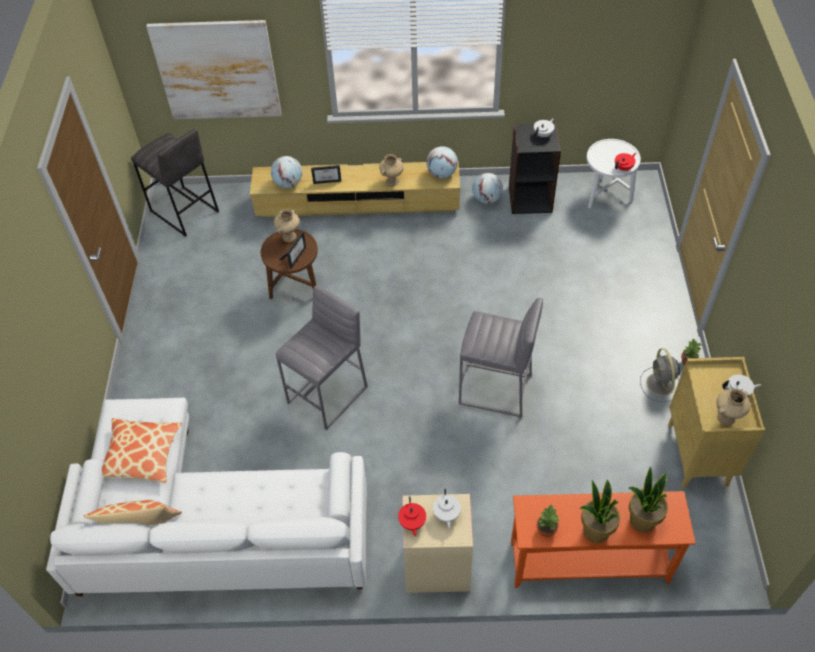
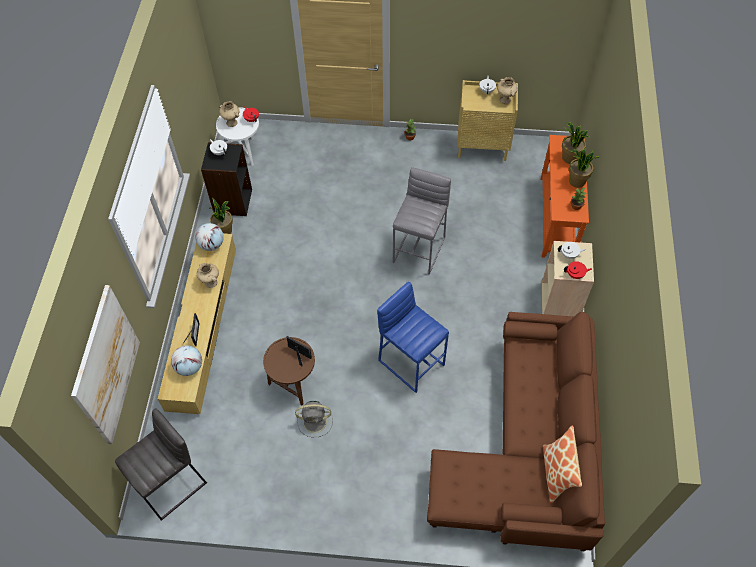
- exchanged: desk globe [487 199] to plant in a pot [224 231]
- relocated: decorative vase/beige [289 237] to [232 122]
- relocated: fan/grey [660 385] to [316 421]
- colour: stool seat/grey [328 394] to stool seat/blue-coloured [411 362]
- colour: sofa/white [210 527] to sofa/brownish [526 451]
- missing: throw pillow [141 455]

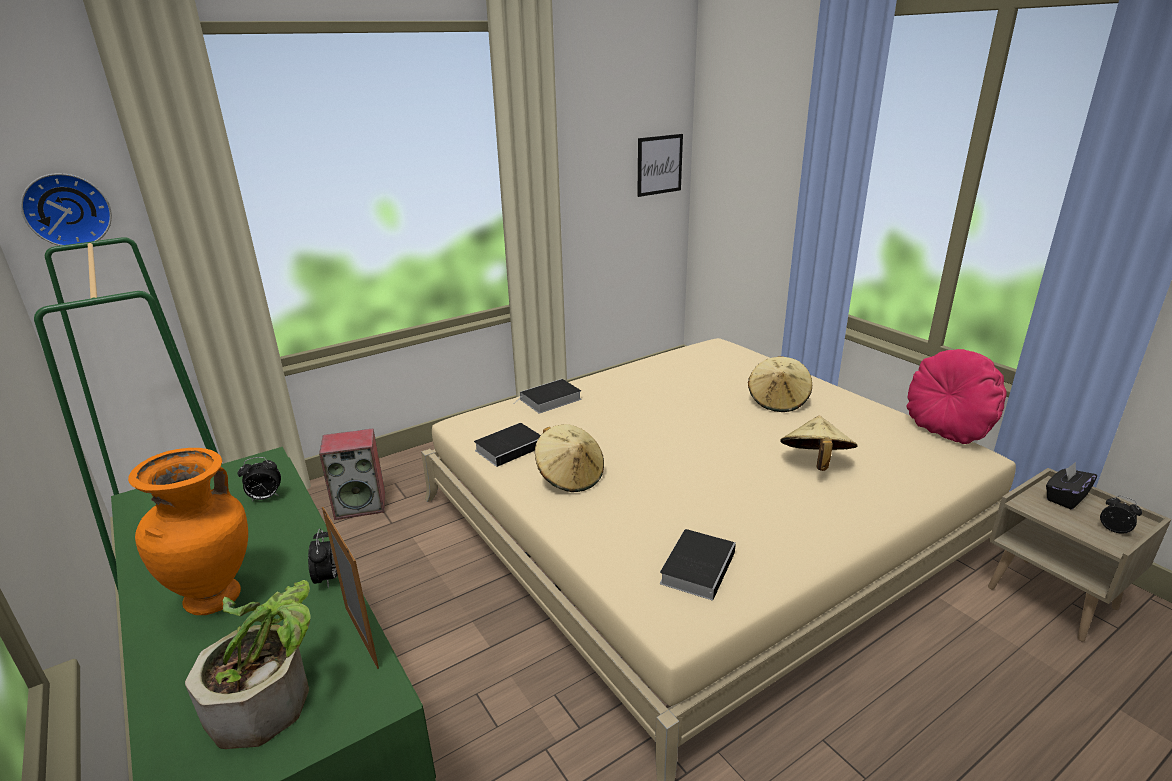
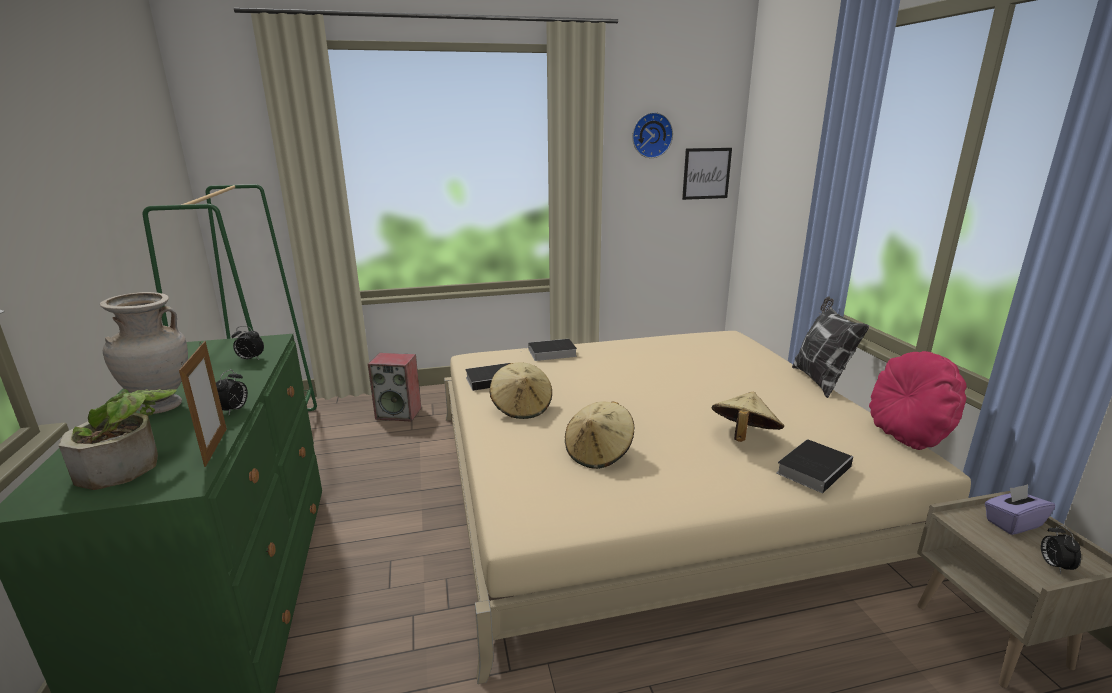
- colour: decorative vase/orange-coloured [216 599] to decorative vase/beige [162 407]
- relocated: hat/beige [778 401] to [599 453]
- relocated: hanging clock [67 210] to [651 135]
- relocated: volume [698 566] to [814 468]
- appeared: throw pillow [820 381]
- colour: box of tissues/black [1065 498] to box of tissues/purple-coloured [1012 523]
- spun: bedside clock [1114 530] = [1053 565] 150 degrees counterclockwise

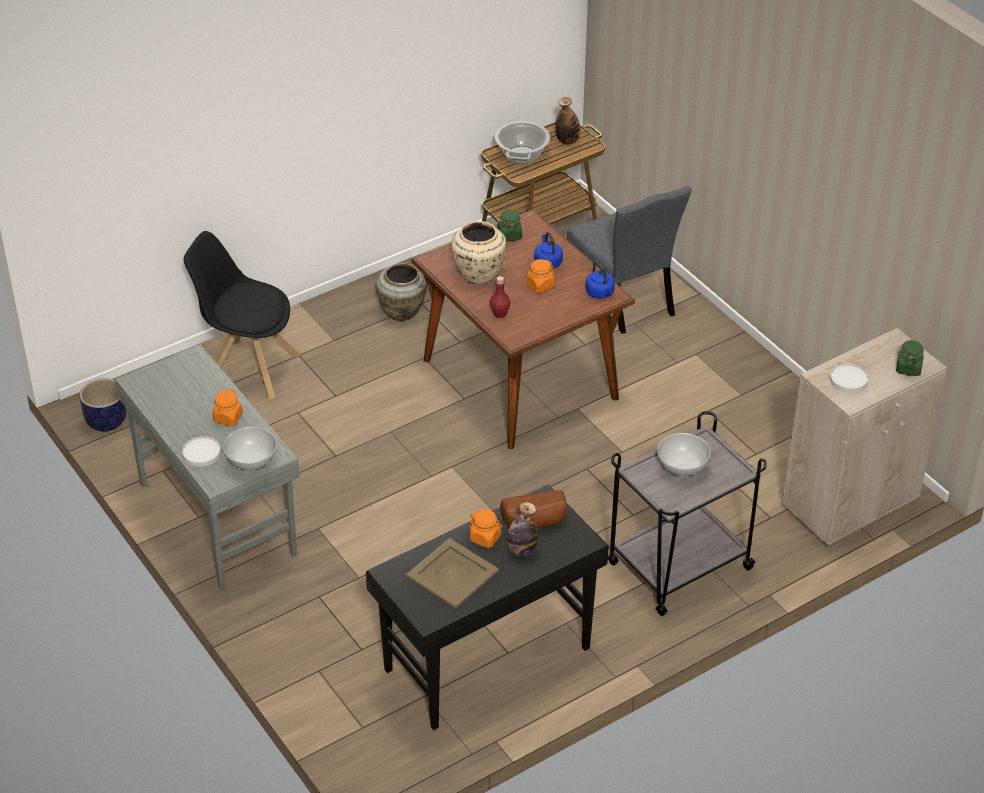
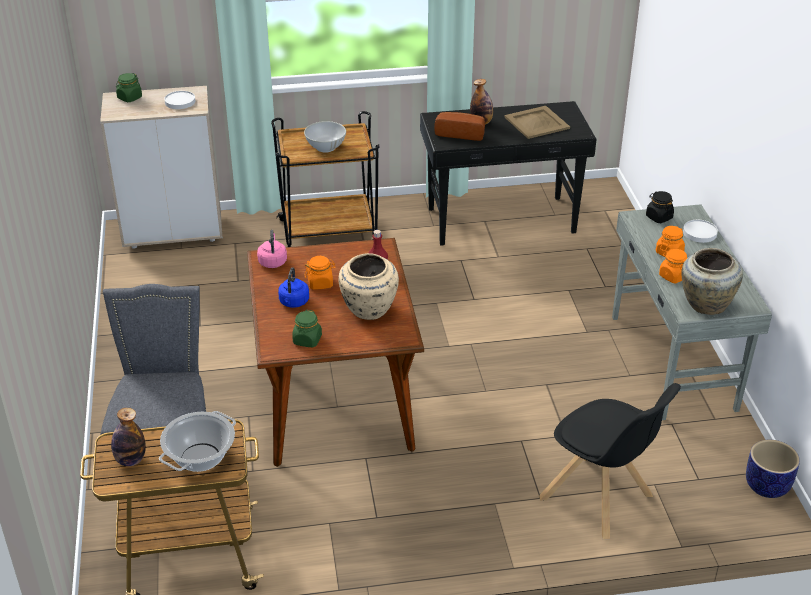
- colour: tea kettle/blue-coloured [600 293] to tea kettle/pink-coloured [272 261]
- colour: trolley/grey [678 567] to trolley/brownish [329 234]
- exchanged: serving bowl/white [251 462] to jar/black [658 217]
- relocated: jar/orange-coloured [485 538] to [673 276]
- relocated: decorative vase/beige [402 311] to [705 304]

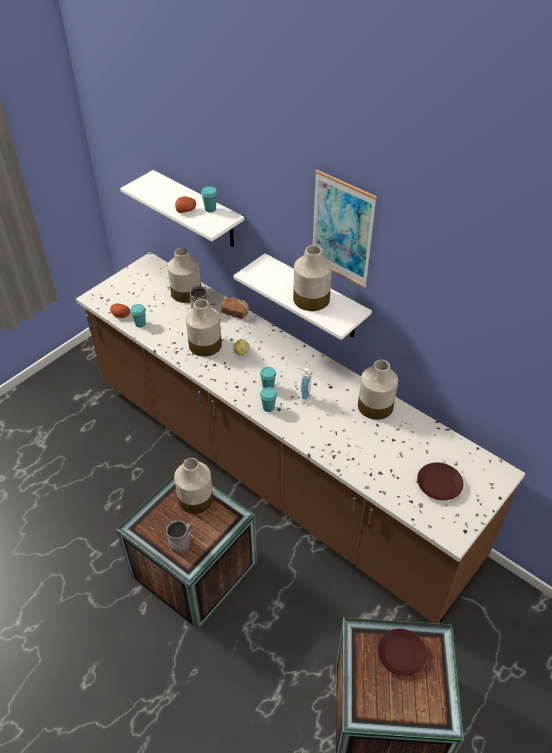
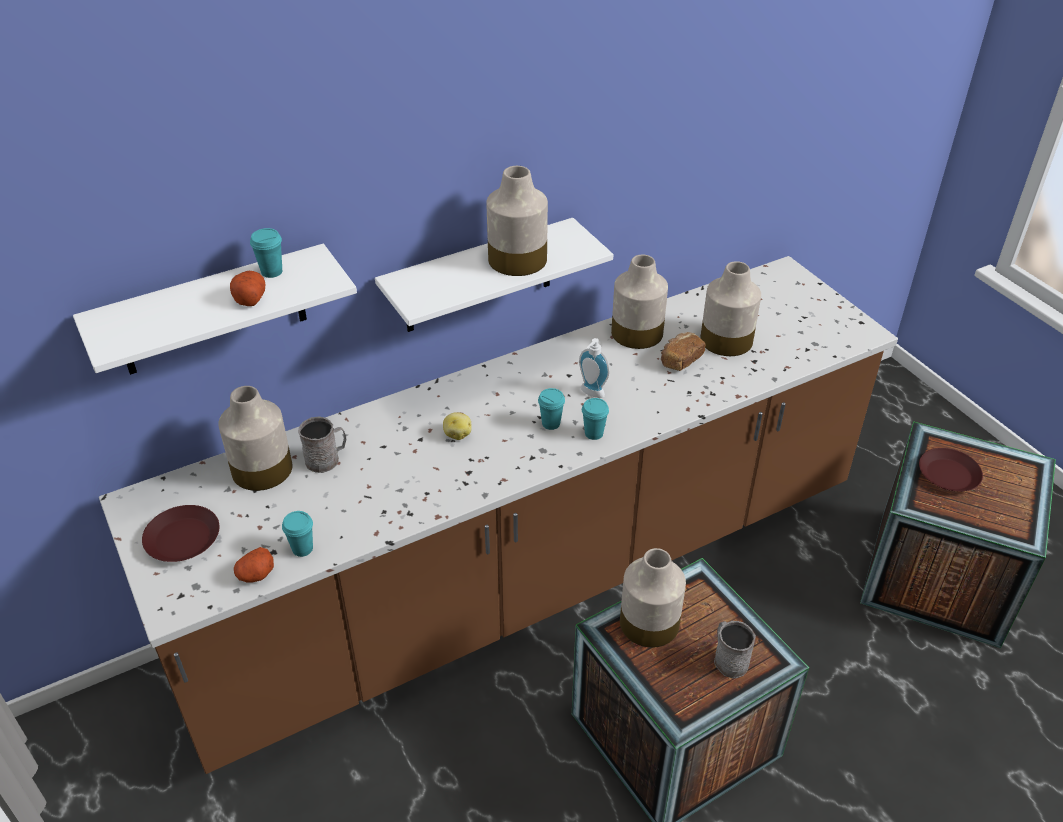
- relocated: plate/brownish [438 484] to [182 539]
- relocated: bakery bread [235 312] to [680 360]
- relocated: decorative vase/beige [205 344] to [725 340]
- missing: wall picture [342 230]

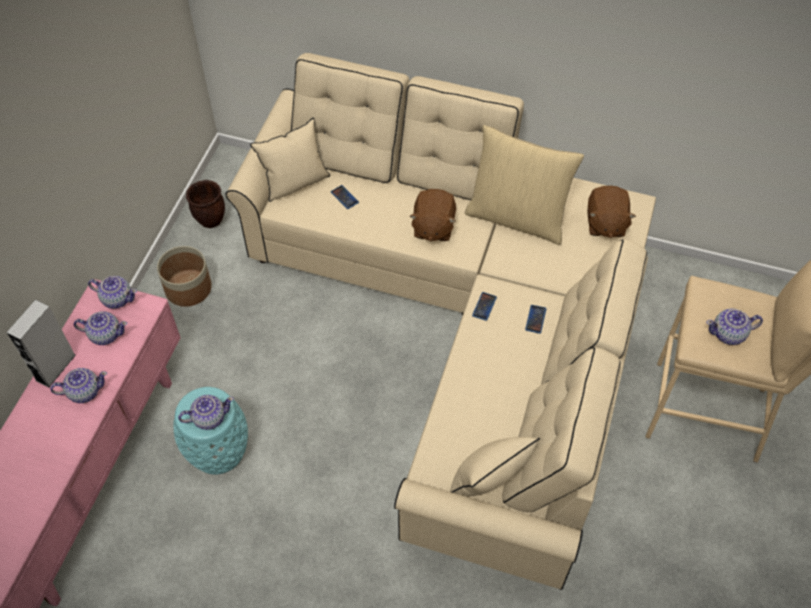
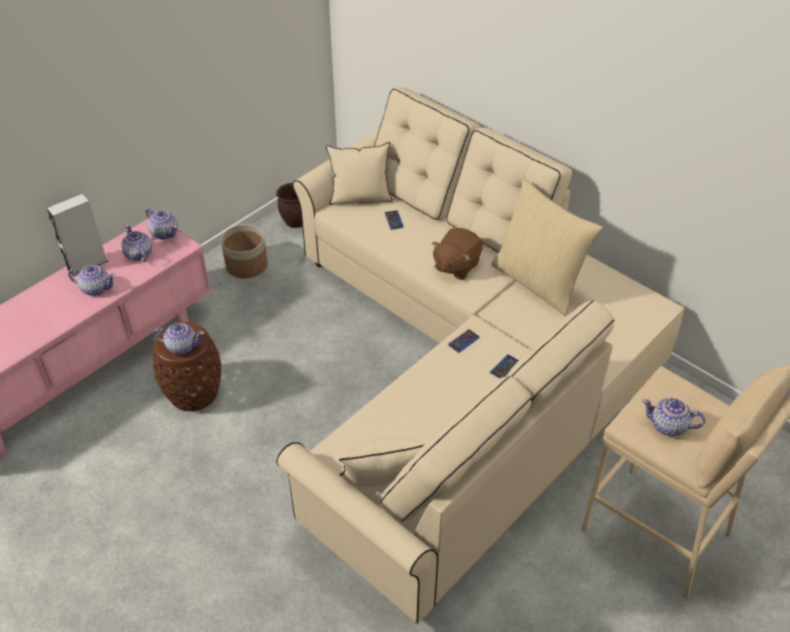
- spun: pot for tea [105 334] = [138 254] 150 degrees counterclockwise
- colour: stool seat/turquoise [218 450] to stool seat/brownish [193 392]
- missing: soft toy/brownish [605 223]

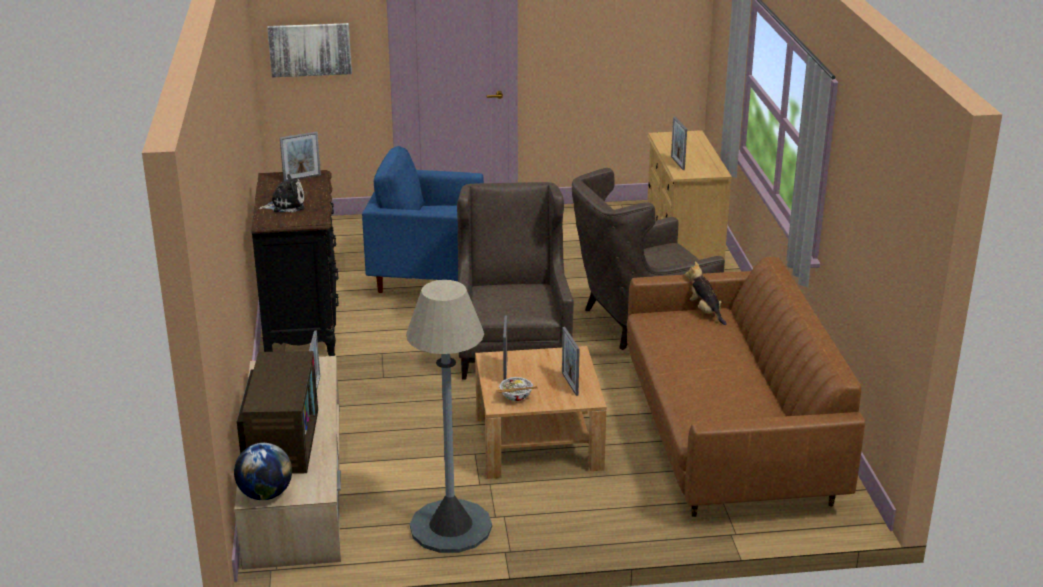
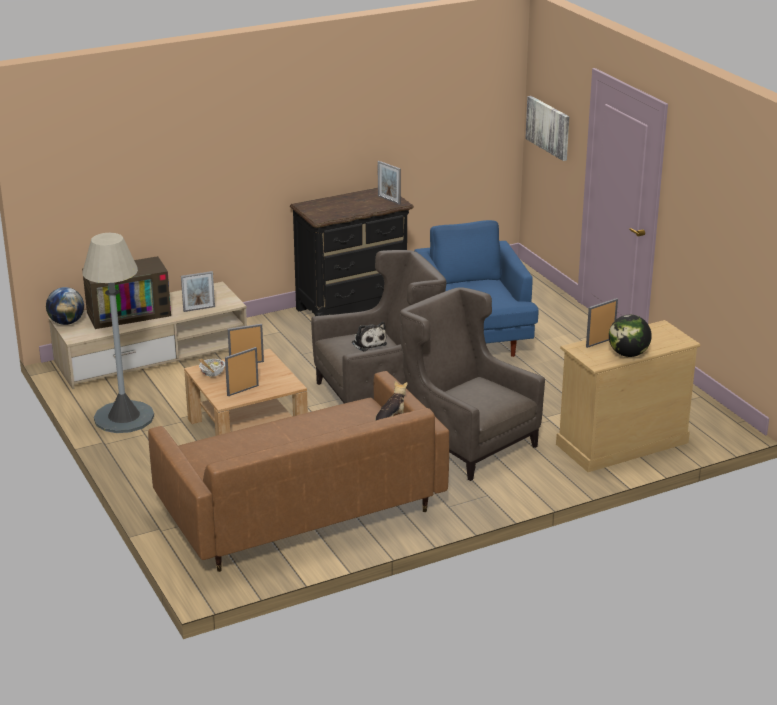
- relocated: soft toy [285 205] to [368 343]
- appeared: desk globe [628 354]

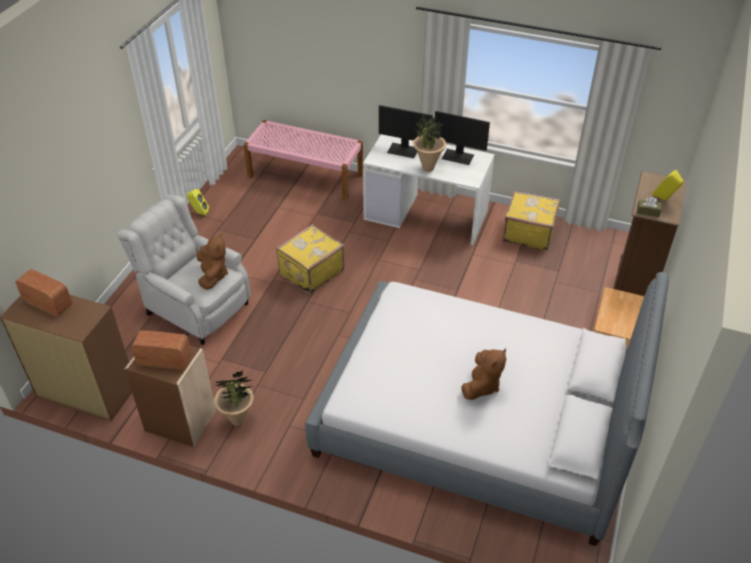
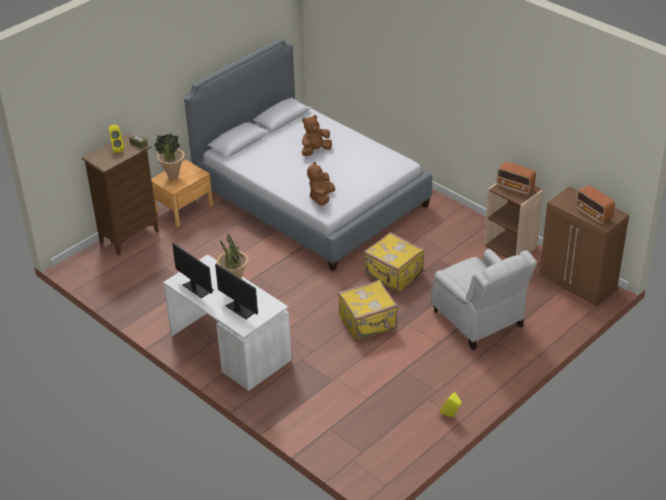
- relocated: plant in a pot [238 421] to [173 177]
- relocated: soft toy/brownish [213 276] to [321 198]
- relocated: piece of luggage/yellow-coloured [528 233] to [393 275]
- missing: indoor bench/pink-coloured [305 175]

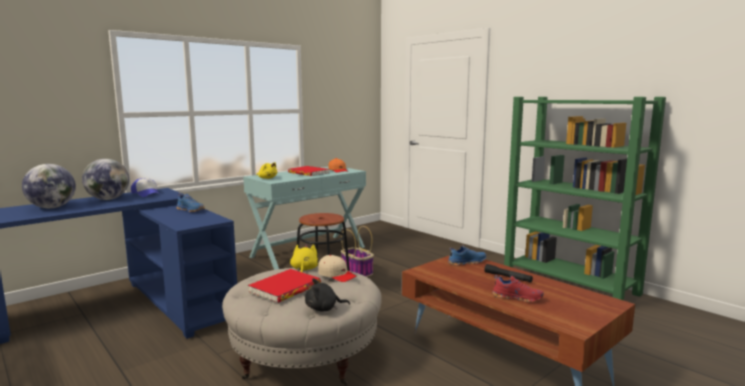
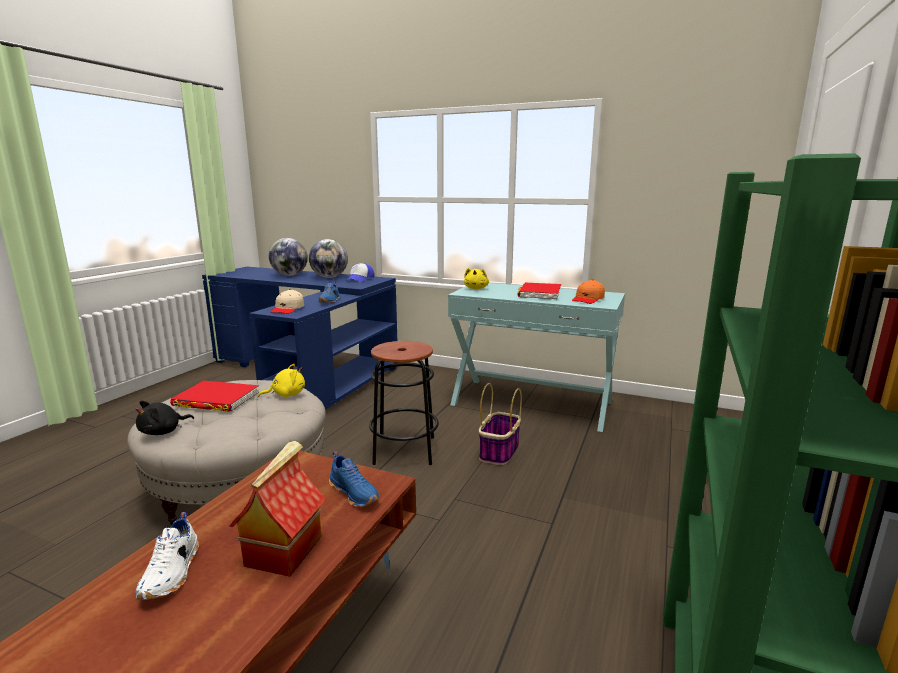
- spun: soft toy/black [324 309] = [163 432] 105 degrees counterclockwise
- colour: shoe/red-coloured [517 297] to shoe/white [173 573]
- exchanged: flashlight/black [507 277] to toy house [283 549]
- relocated: peaked cap/beige [336 275] to [287 309]

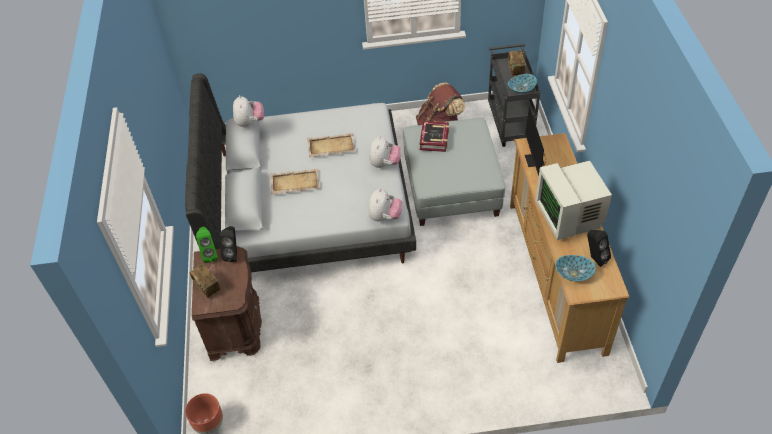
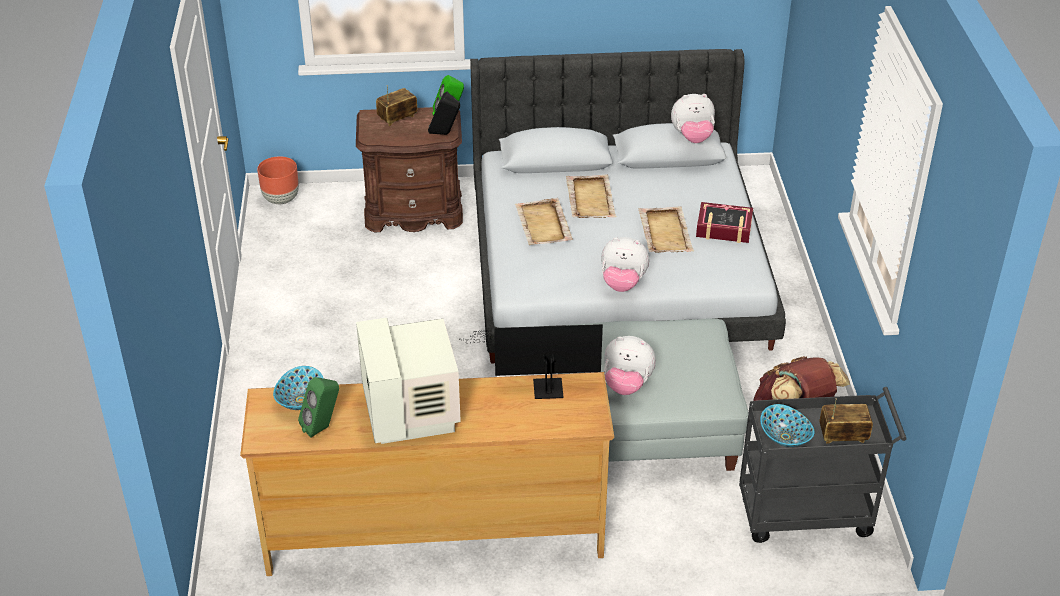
- colour: loudspeaker/black [594 258] to loudspeaker/green [323 427]
- spun: computer display [569 217] = [412 412] 90 degrees counterclockwise
- appeared: tray/beige [543 225]
- relocated: soft toy [384 217] to [627 385]
- relocated: volume [434 139] to [724 228]

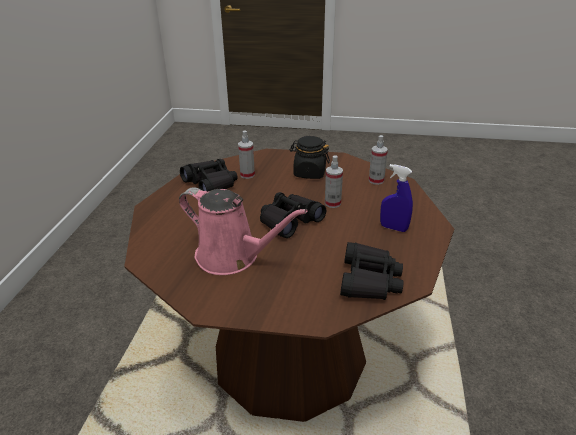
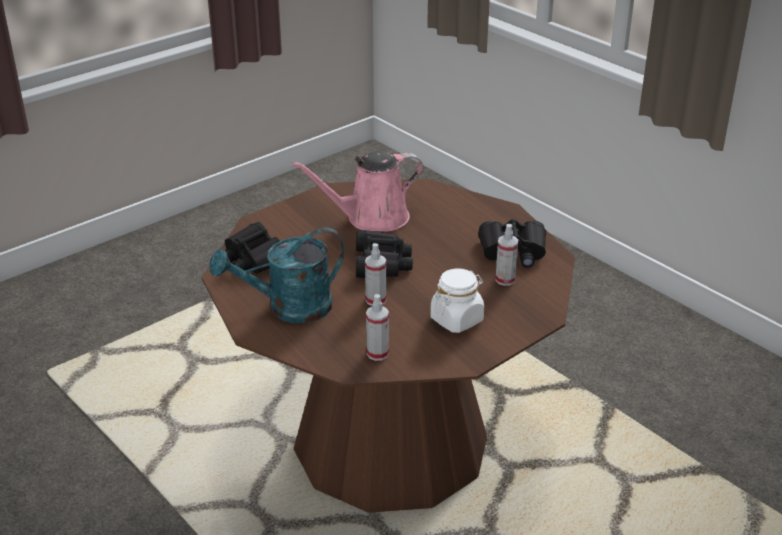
- exchanged: hand sprayer/blue-coloured [393 228] to watering can/turquoise [289 309]
- colour: jar/black [309 173] to jar/white [457 319]

